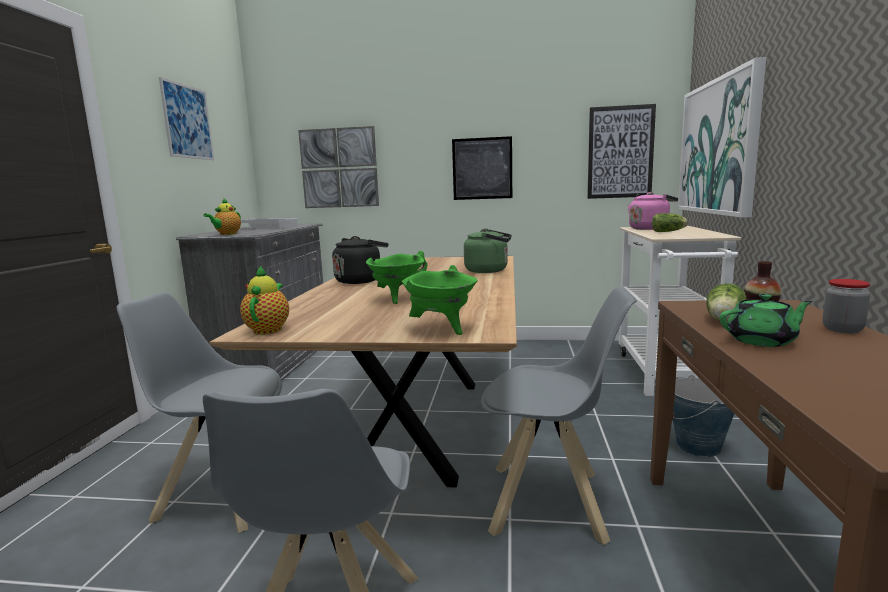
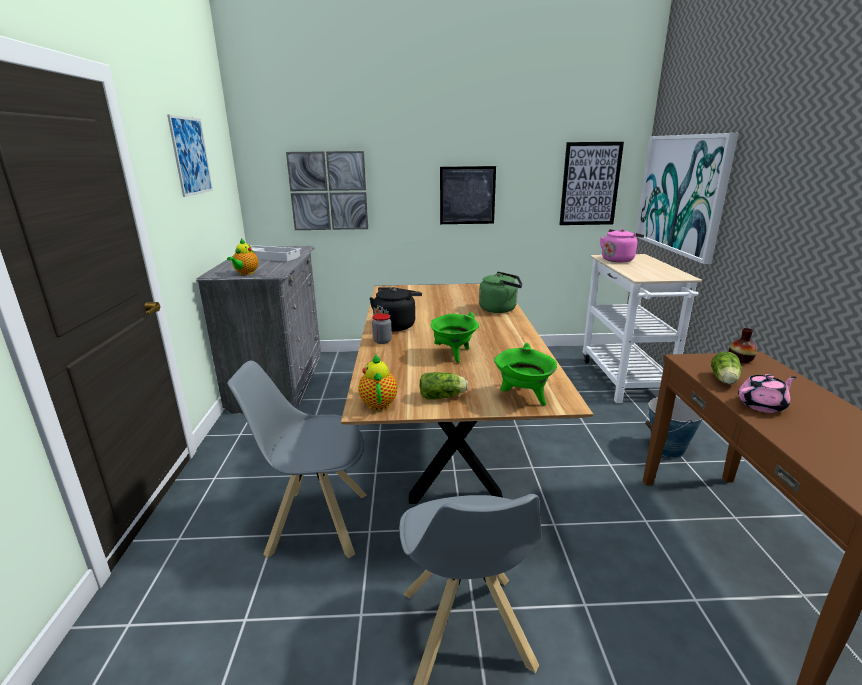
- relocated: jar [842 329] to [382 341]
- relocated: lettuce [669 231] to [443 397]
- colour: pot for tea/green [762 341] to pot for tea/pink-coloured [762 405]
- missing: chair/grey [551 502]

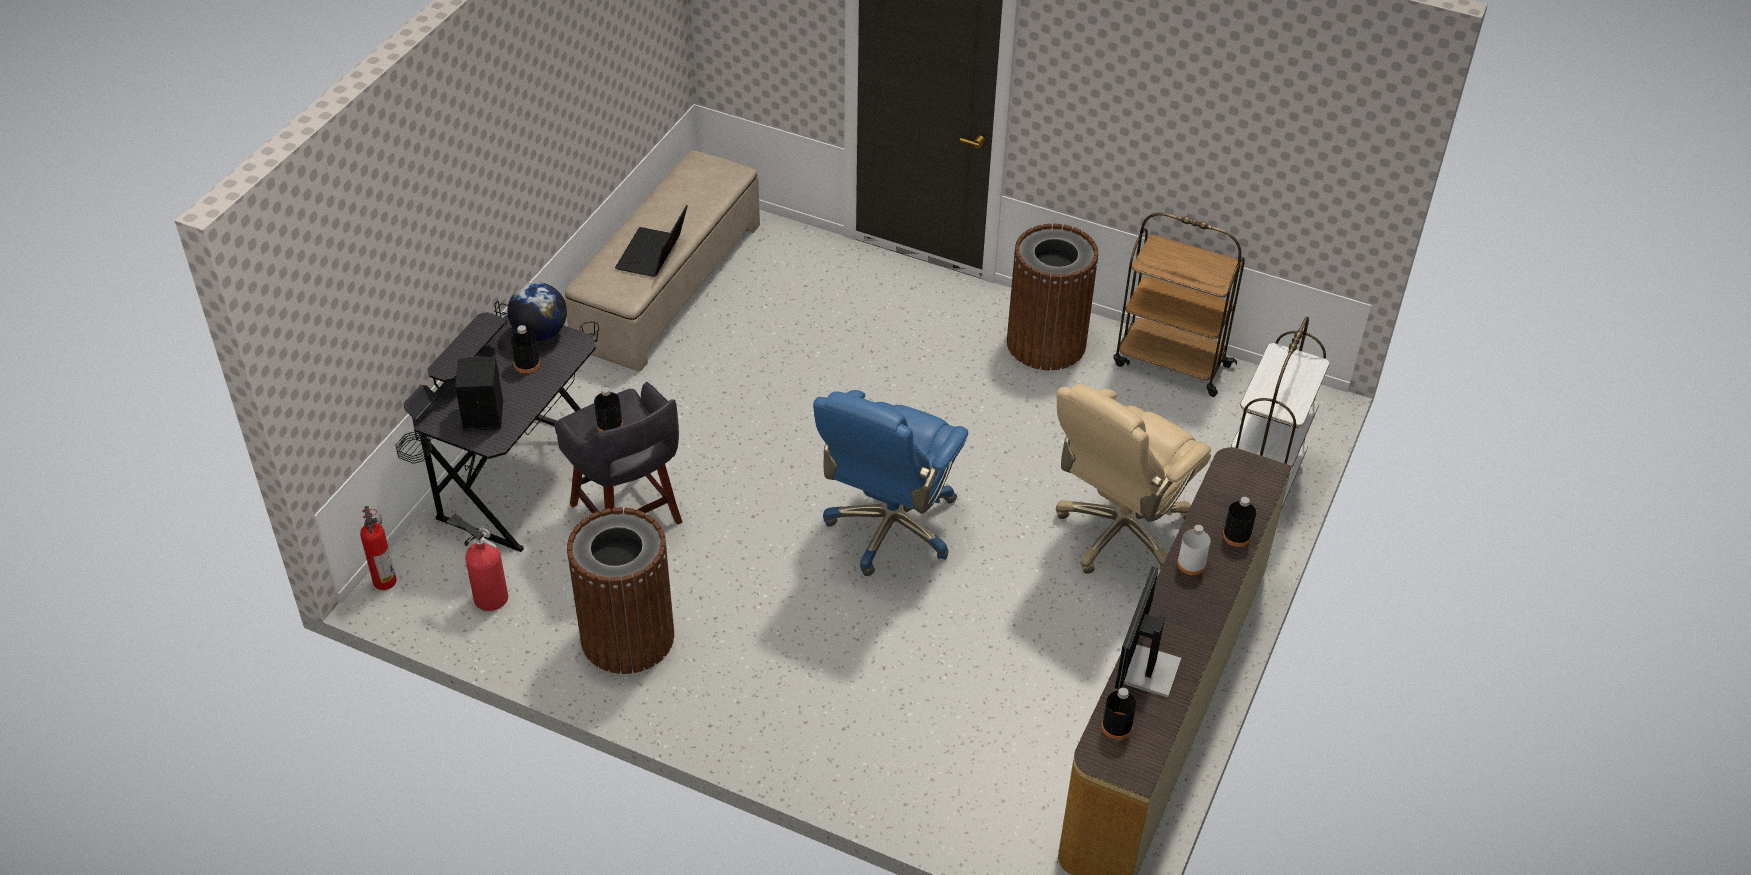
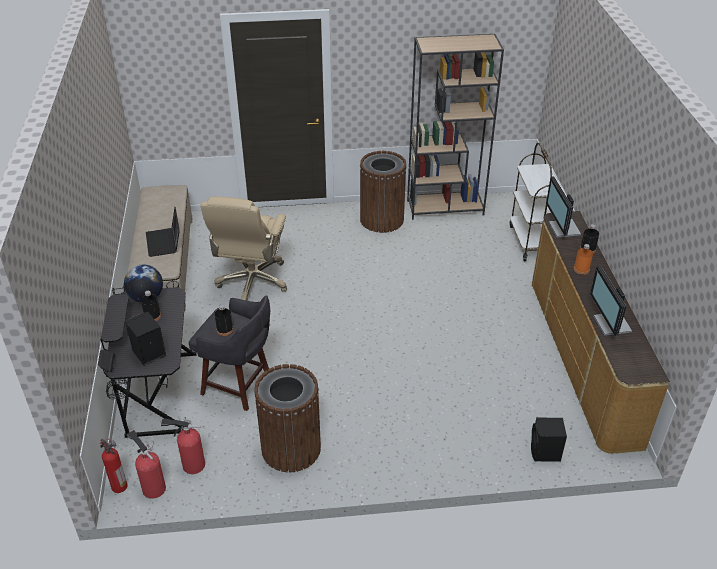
- appeared: fire extinguisher [152 487]
- relocated: desk chair/beige [1118 534] to [251 284]
- exchanged: trolley/brownish [1170 364] to bookcase [445 207]
- appeared: loudspeaker/black [545 453]
- appeared: computer display [563 229]
- colour: beverage bottle/white [1191 564] to beverage bottle/orange-coloured [581 269]
- missing: desk chair/blue-coloured [888 530]
- missing: beverage bottle/black [1116 727]

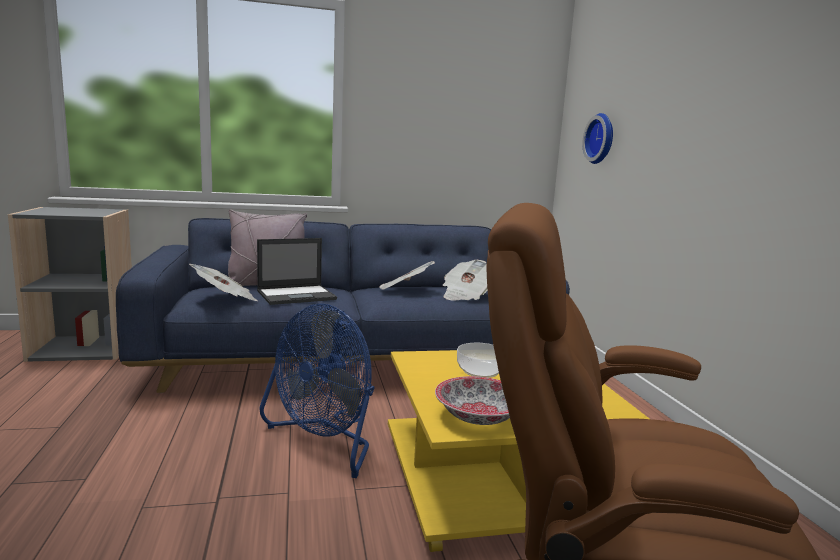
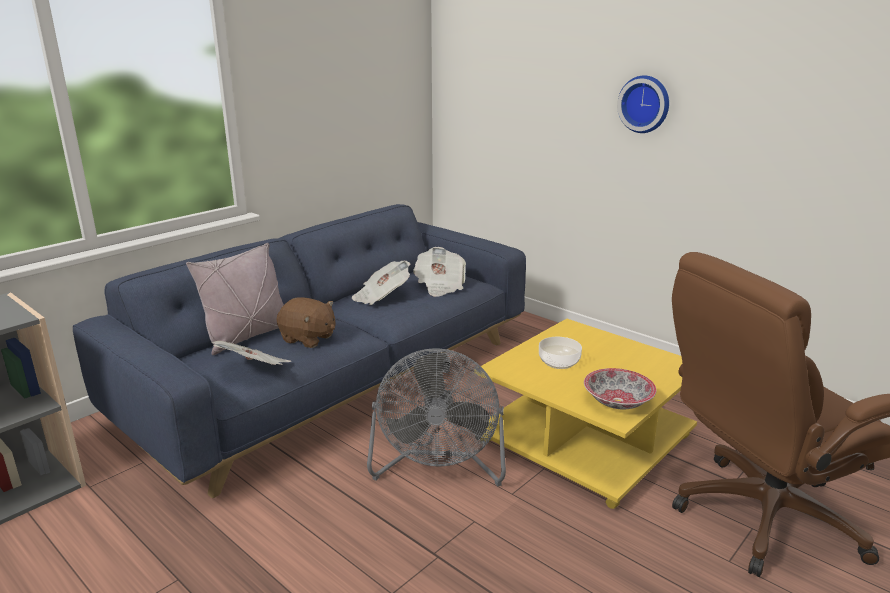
- exchanged: laptop [297 295] to soft toy/brownish [308 338]
- colour: fan/blue-coloured [327 439] to fan/grey [434 466]
- relocated: hanging clock [601 139] to [645 104]

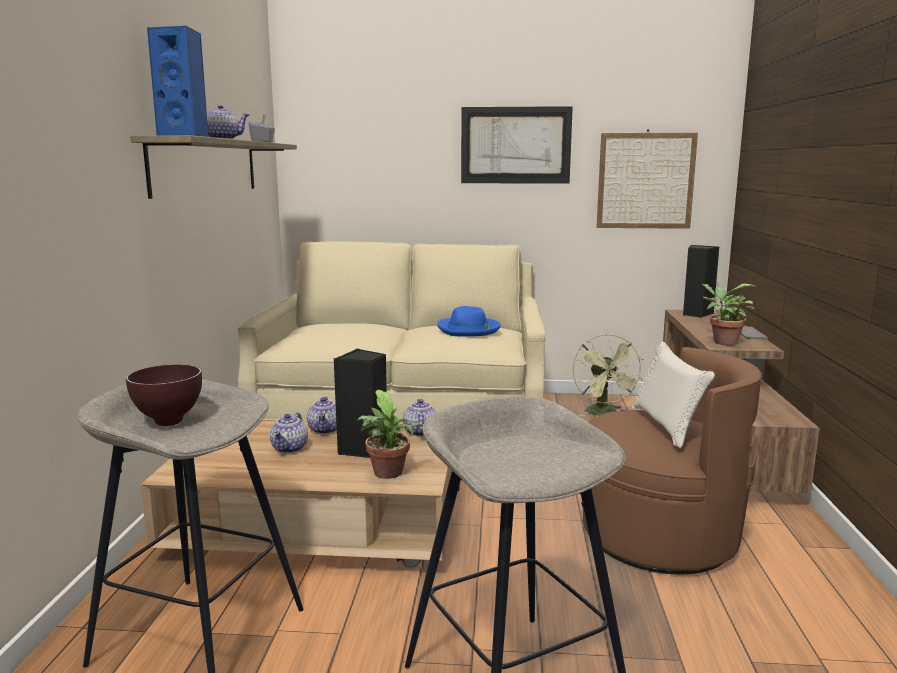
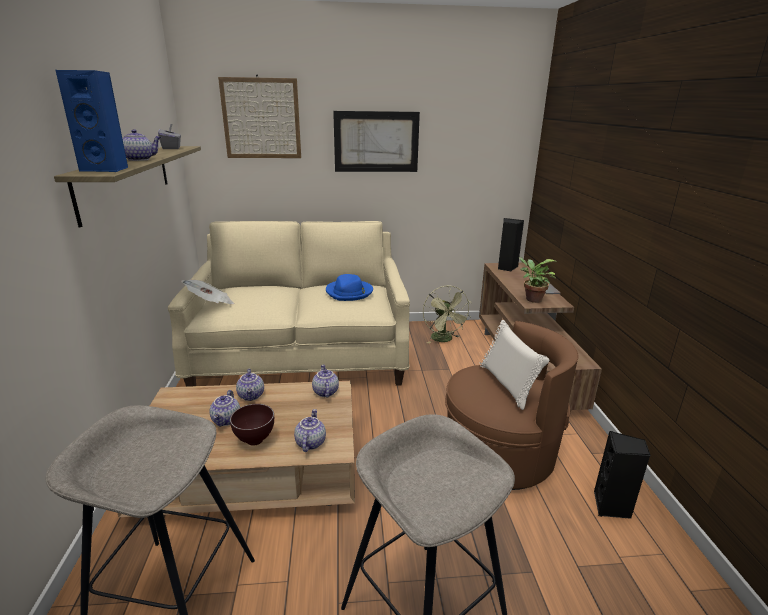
- appeared: daily paper [211 303]
- relocated: wall picture [645 179] to [261 117]
- relocated: serving bowl/brownish [169 421] to [255 440]
- exchanged: plant in a pot [389 474] to pot for tea [310 442]
- relocated: loudspeaker/black [364 450] to [611 507]

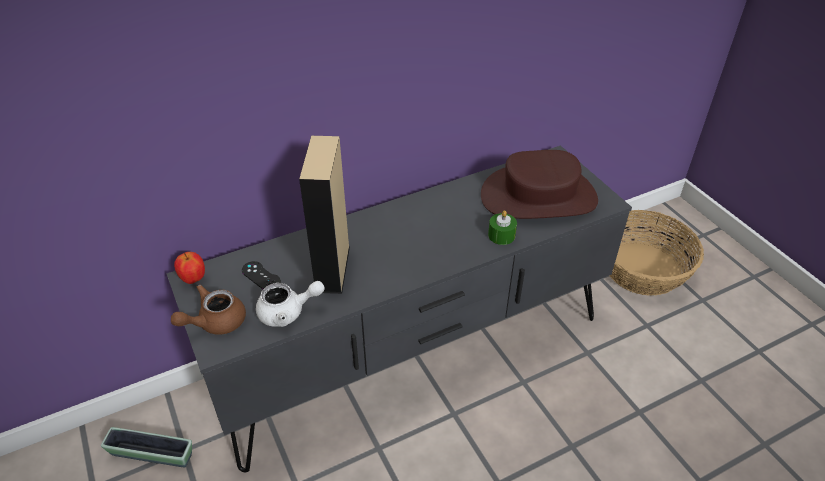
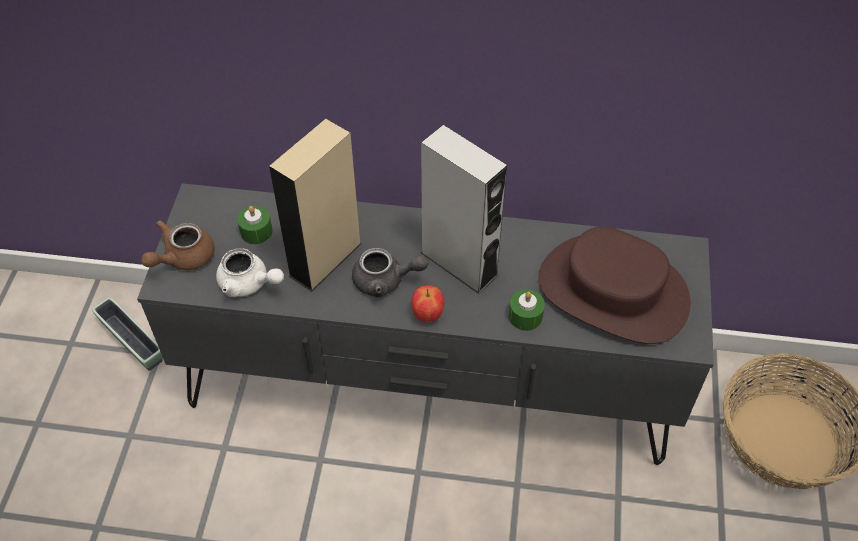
- spun: pot for tea/brownish [215 322] = [183 258] 45 degrees counterclockwise
- exchanged: joypad/black [261 276] to wax light/green [256 231]
- appeared: pot for tea/grey [385 281]
- relocated: apple [193 279] to [427 315]
- appeared: loudspeaker/grey [459 264]

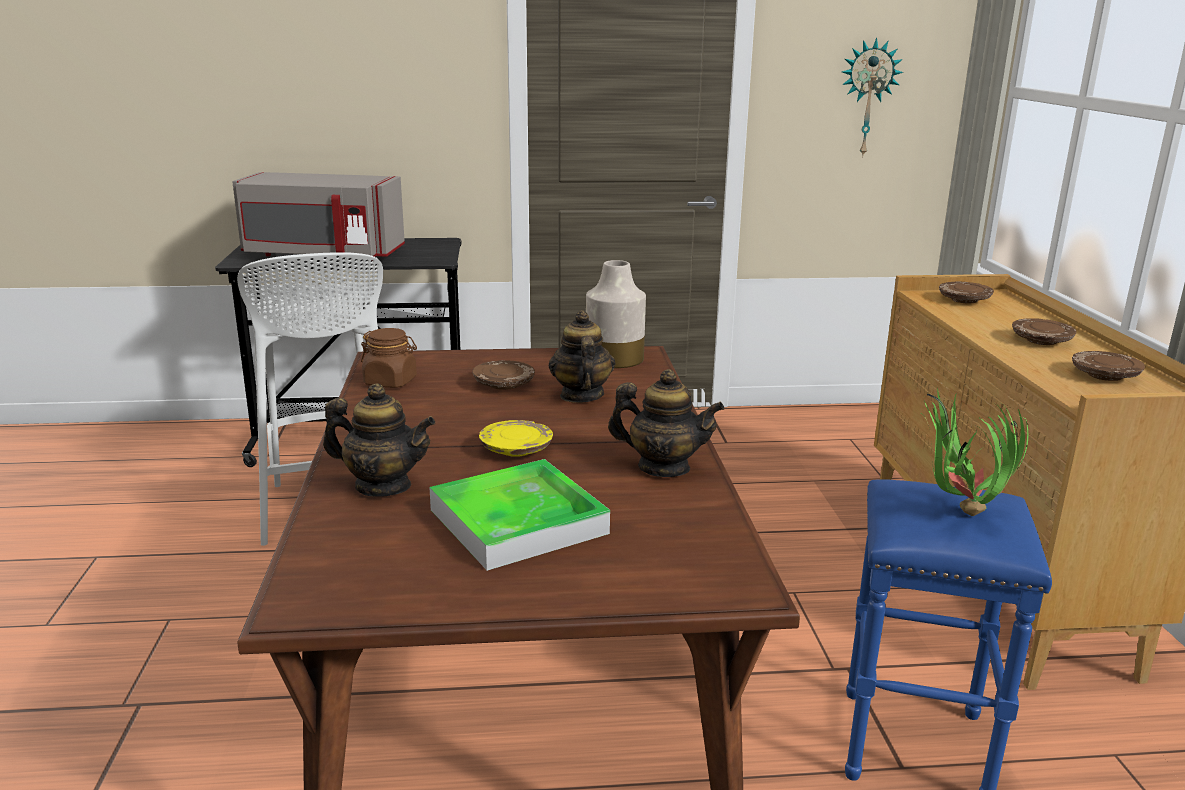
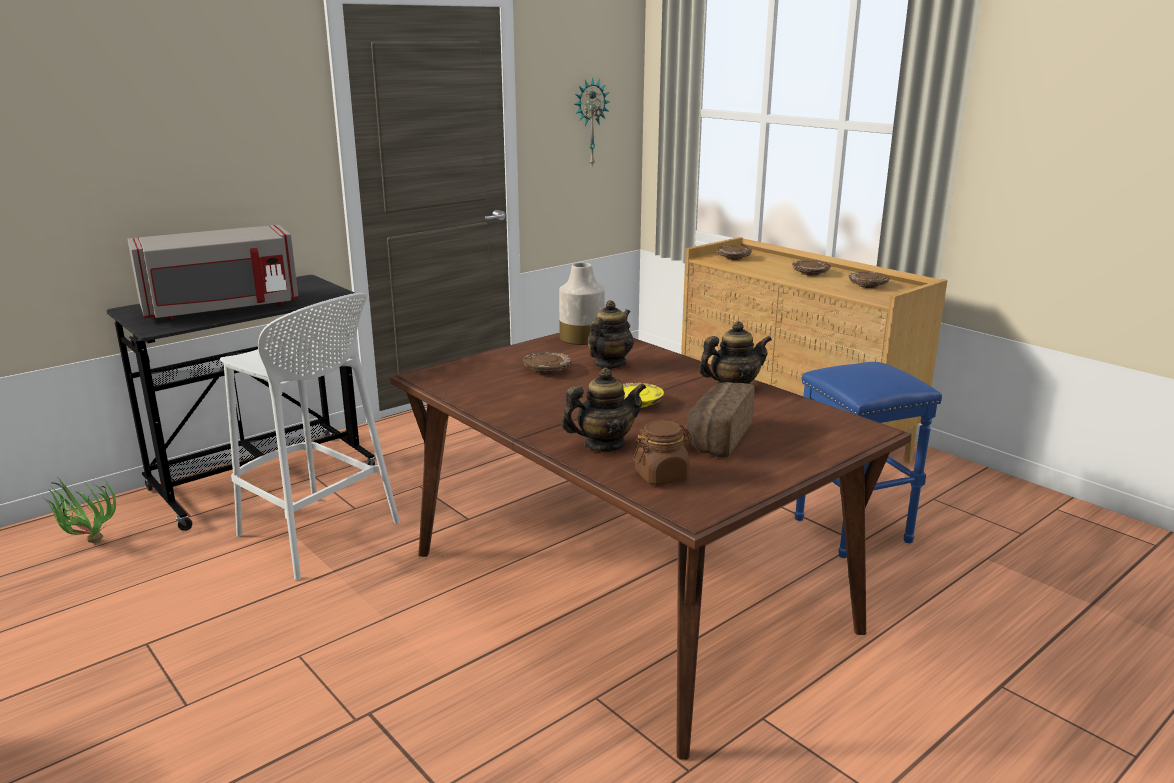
- relocated: plant in a pot [957 514] to [86 544]
- spun: pot for tea [581 395] = [609 364] 75 degrees clockwise
- relocated: jar/brownish [390 382] to [661 475]
- exchanged: tray [518 521] to bakery bread [716 437]

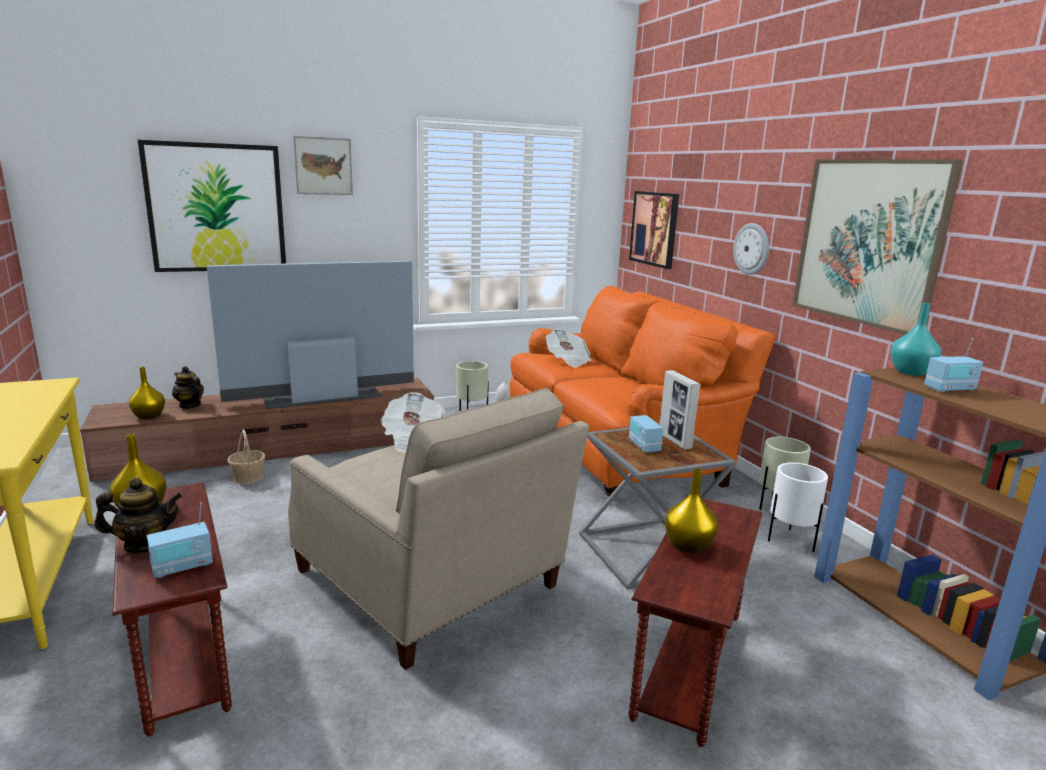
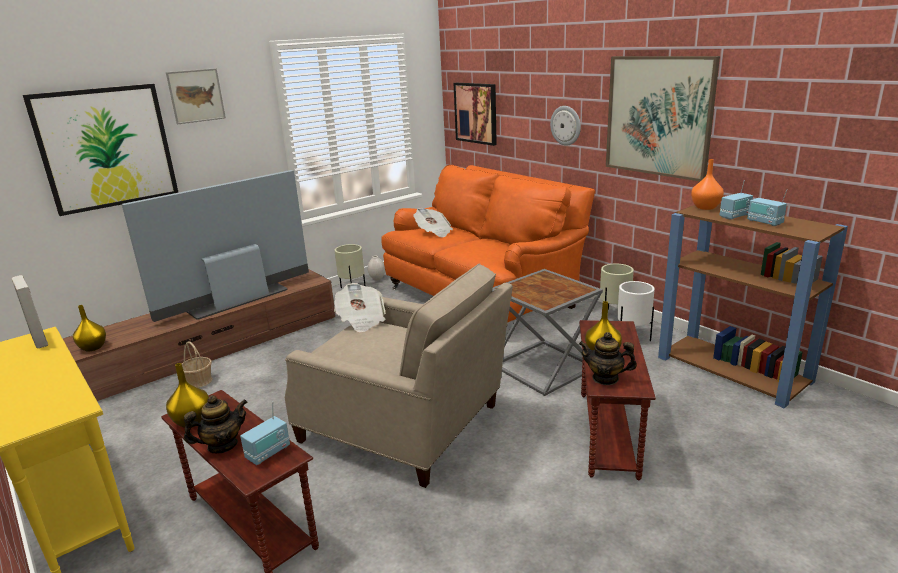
- relocated: picture frame [675 441] to [39 340]
- relocated: pot for tea [189 405] to [605 378]
- colour: decorative vase/turquoise [912 373] to decorative vase/orange-coloured [706 207]
- relocated: radio receiver [643 446] to [764 222]

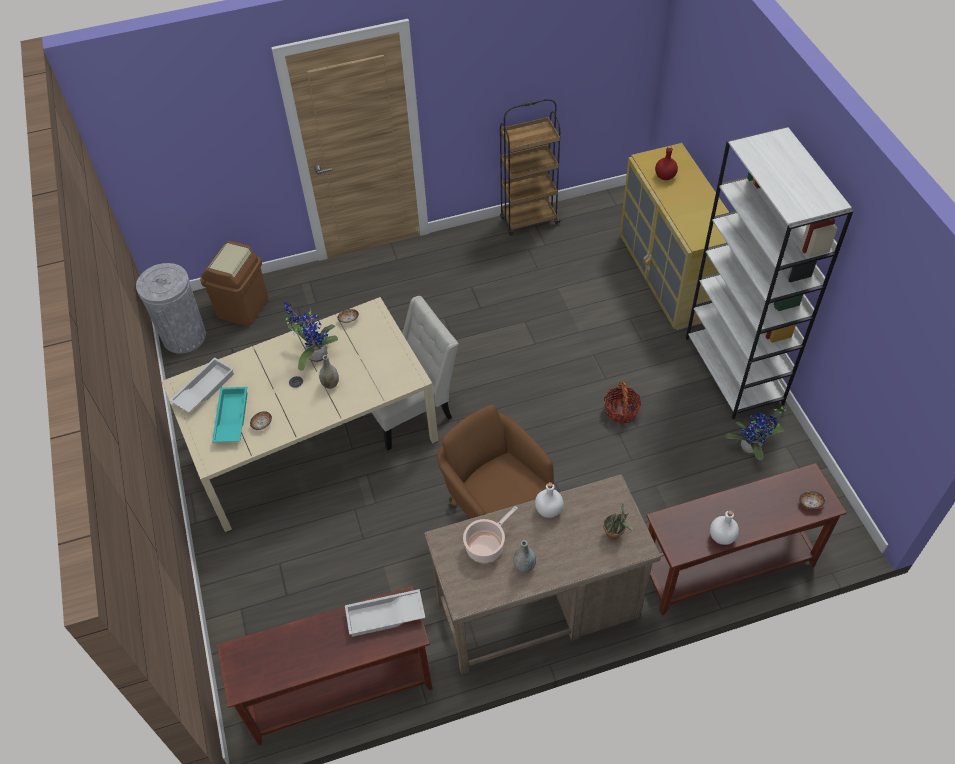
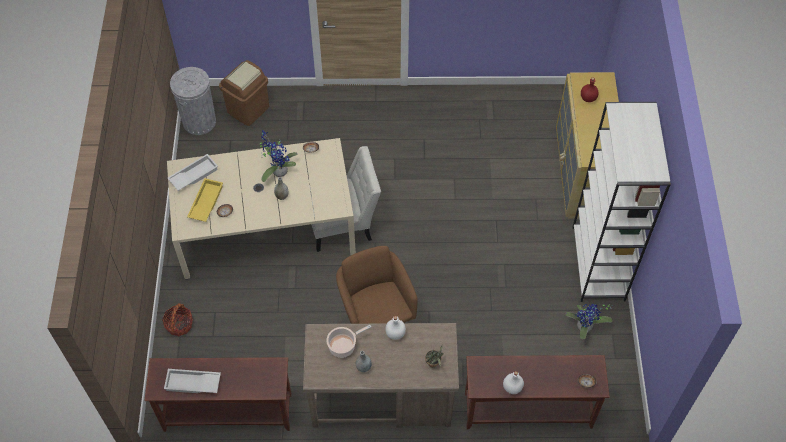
- relocated: storage basket [621 411] to [179 325]
- relocated: tray/white [385 617] to [192 384]
- colour: tray/turquoise [231 418] to tray/yellow-coloured [205 202]
- missing: trolley/brownish [529 221]

